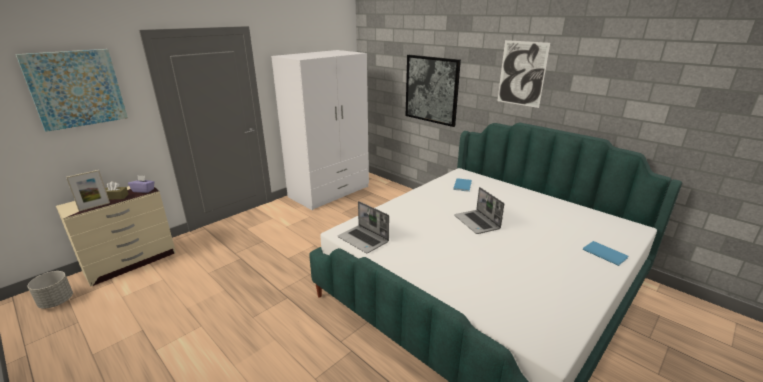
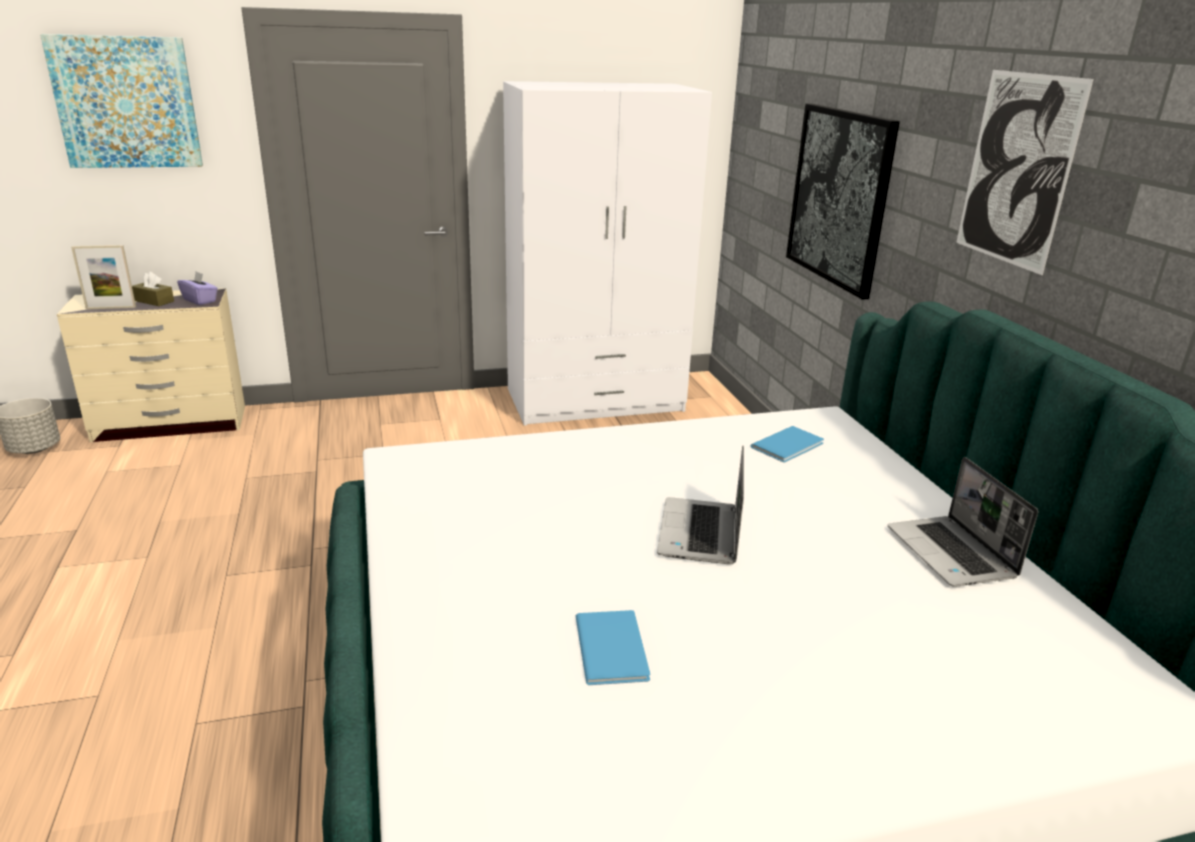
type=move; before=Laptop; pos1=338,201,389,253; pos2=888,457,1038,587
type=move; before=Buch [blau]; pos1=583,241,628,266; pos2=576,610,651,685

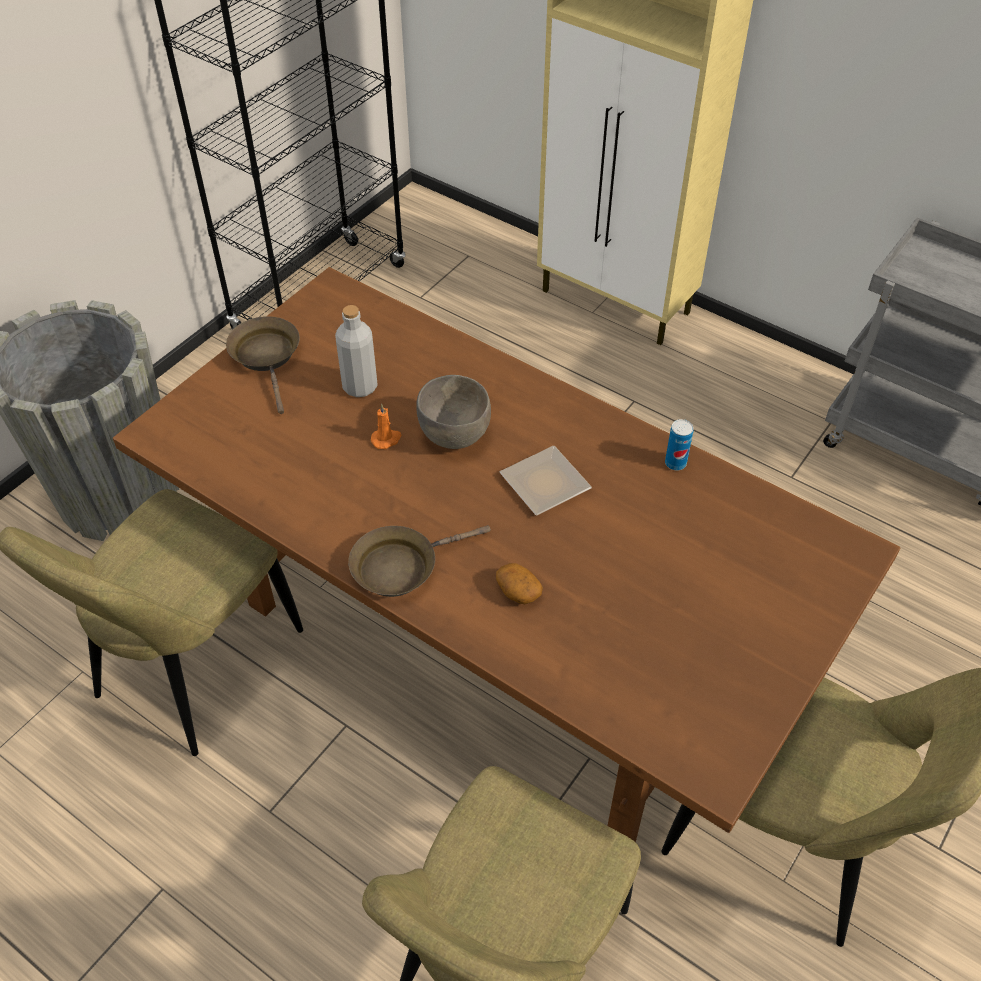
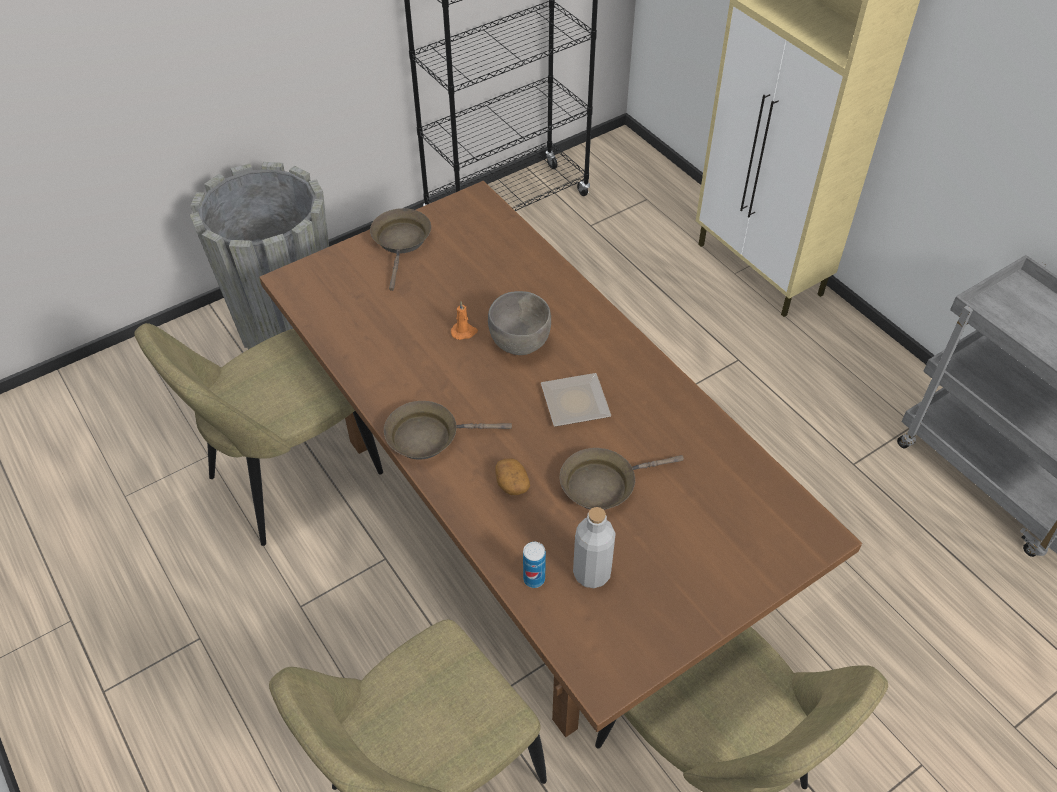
type=insert; after=Pfanne [braun]; pos2=559,448,684,510
type=move; before=Flasche [grau]; pos1=335,305,378,397; pos2=573,507,616,588
type=move; before=Dose; pos1=665,419,694,471; pos2=523,542,546,588

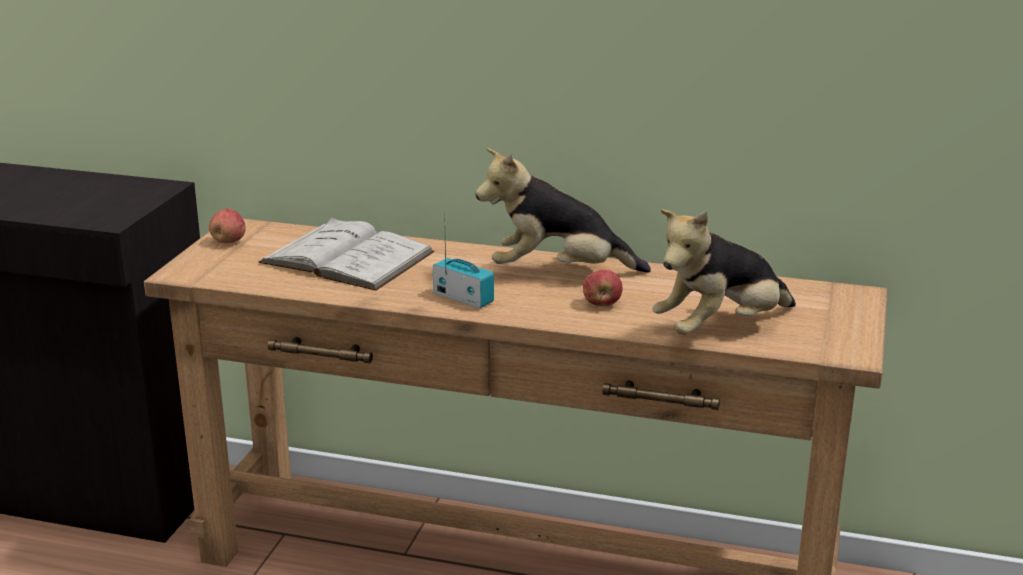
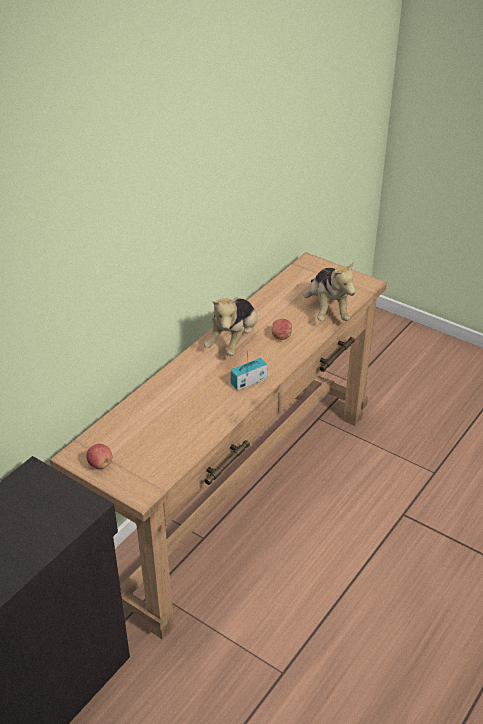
type=delete; before=Buch [weiß]; pos1=258,217,435,291

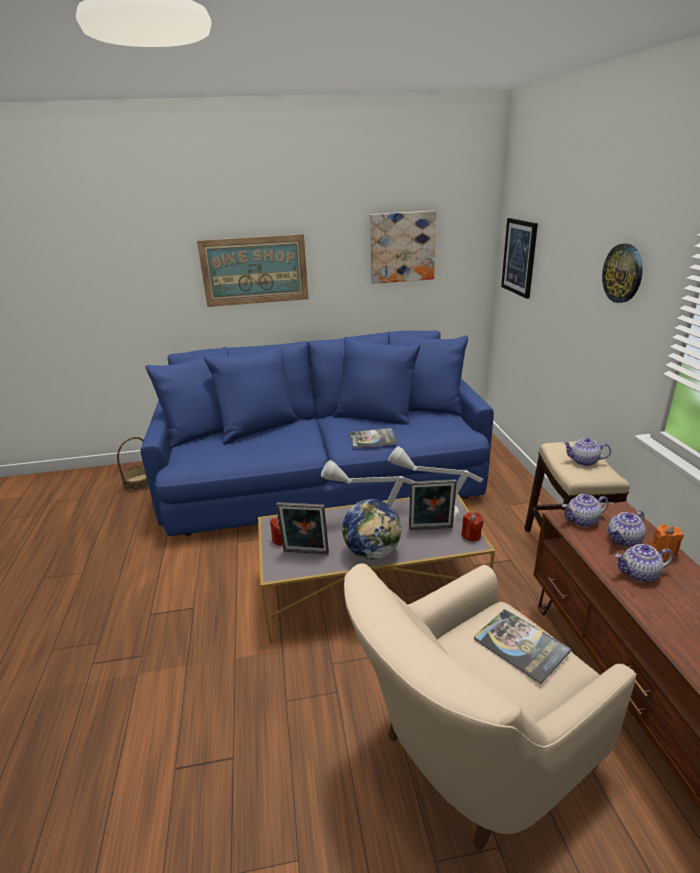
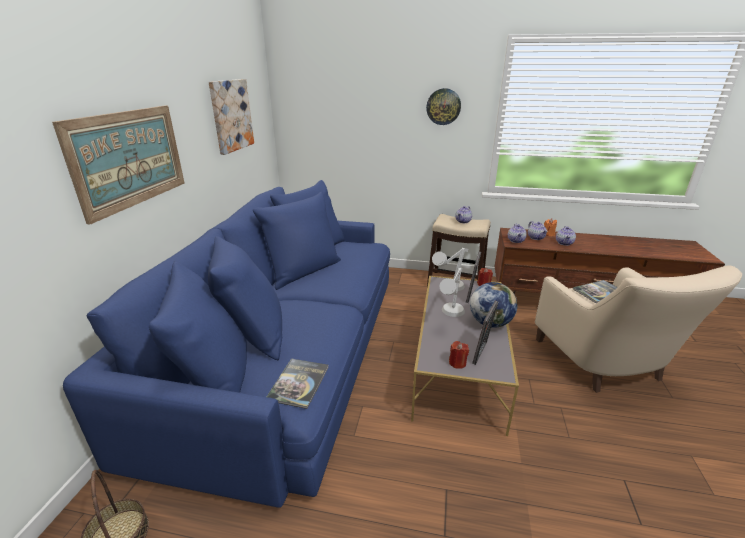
type=delete; before=Bild; pos1=501,218,538,299
type=move; before=Buch; pos1=349,428,398,448; pos2=267,358,329,409

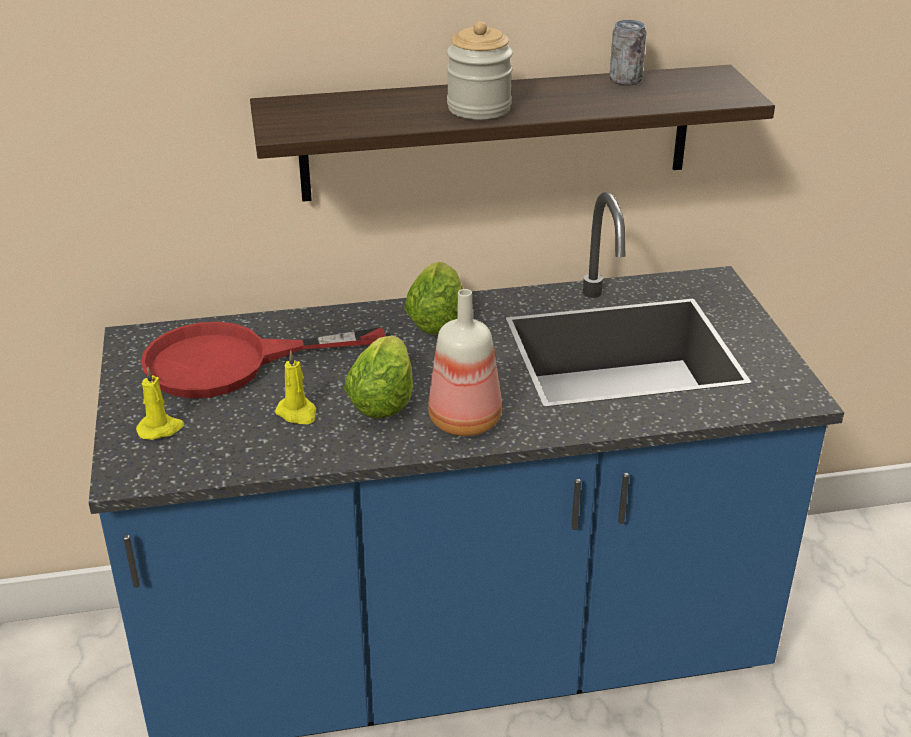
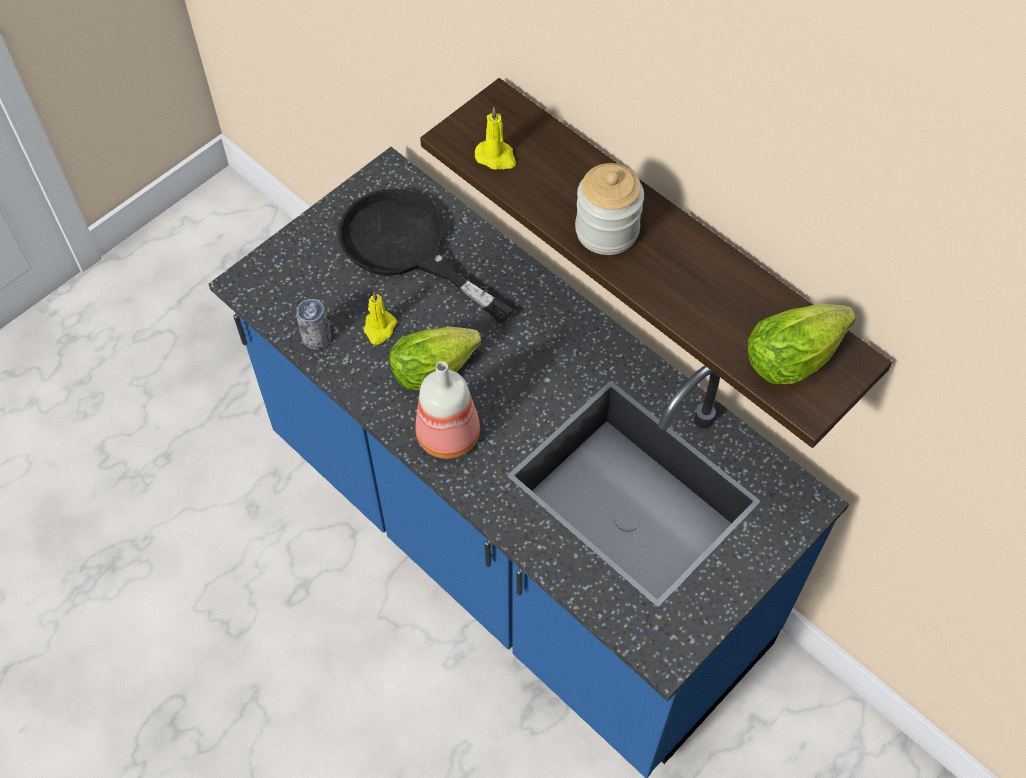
type=move; before=Kerze [gelb]; pos1=136,367,184,440; pos2=475,107,516,170
type=move; before=Salatkopf; pos1=404,262,463,334; pos2=748,304,856,384
type=move; before=Dose; pos1=609,20,646,86; pos2=296,299,332,350
type=recolor; before=Pfanne [rot]; after=Pfanne [schwarz]; pos1=141,322,385,398; pos2=338,189,514,324

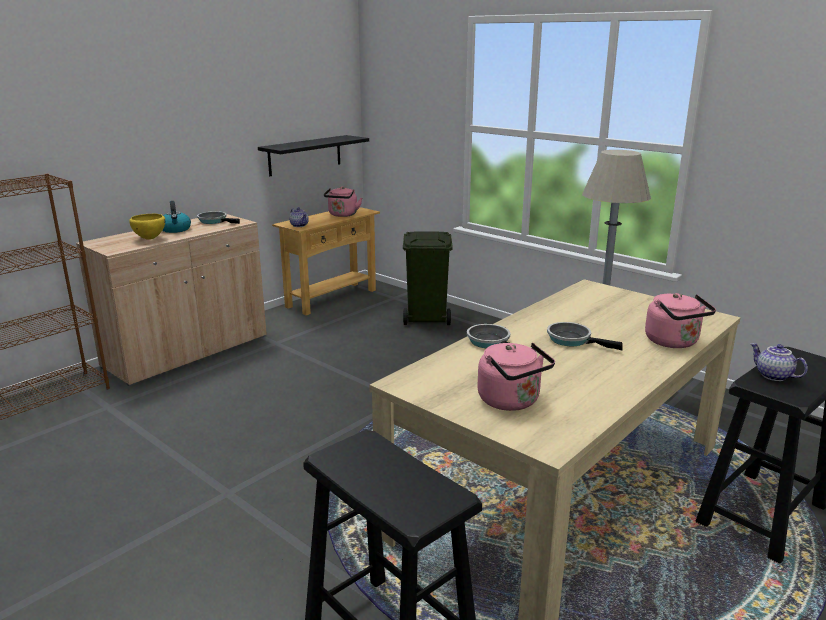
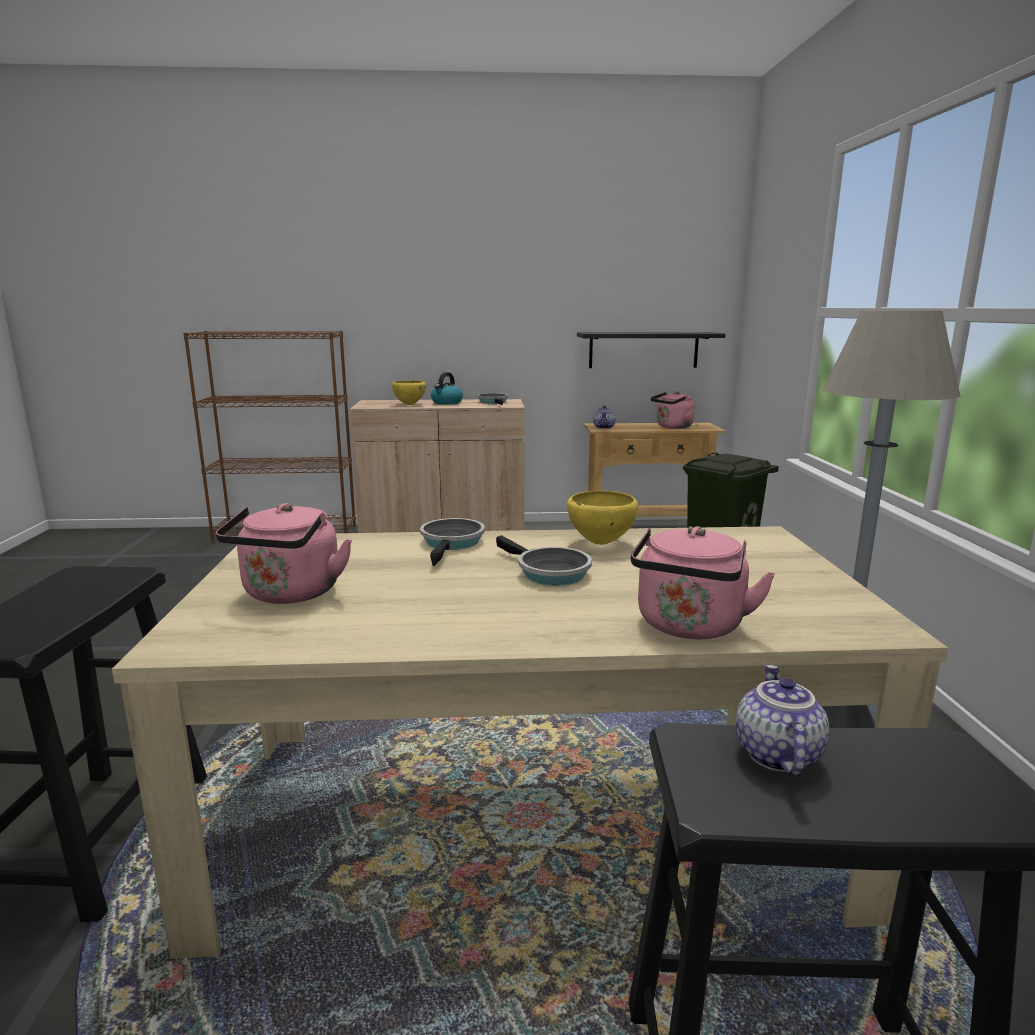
type=insert; after=Schüssel [gelb]; pos2=567,491,638,545
type=rotate; before=Pfanne; pos1=547,322,623,350; pos2=496,535,592,586; turn=150

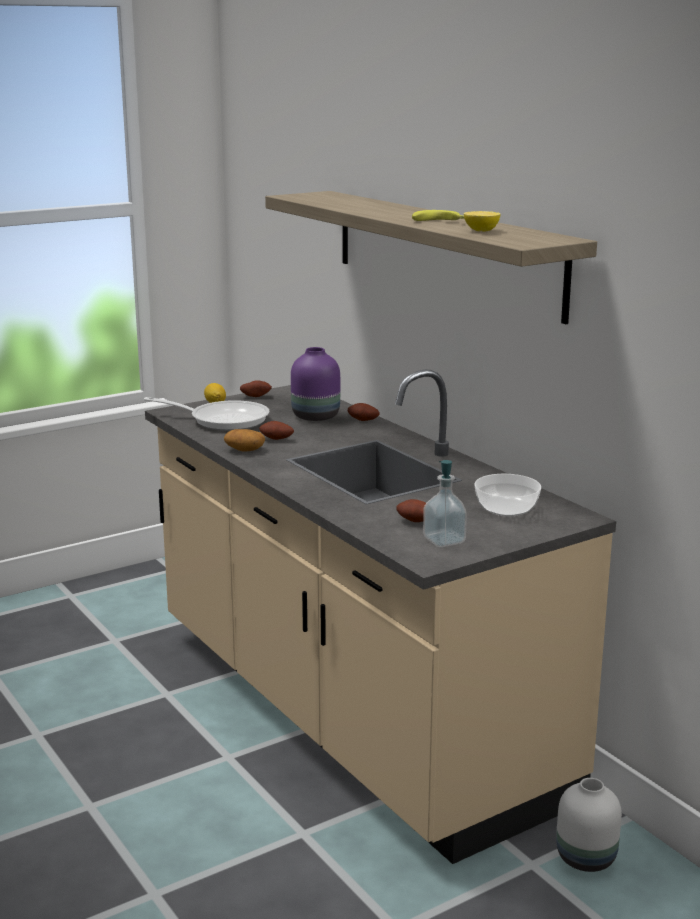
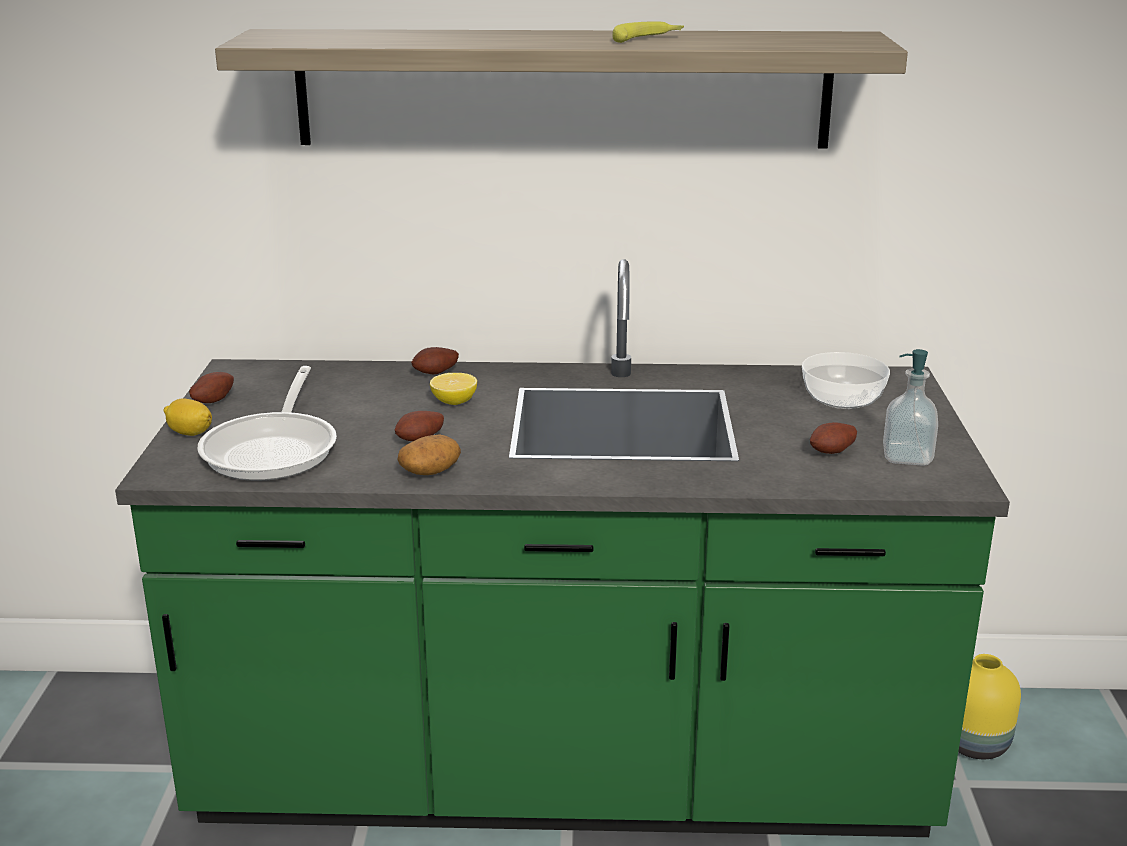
type=delete; before=Vase [lila]; pos1=291,347,340,421
type=move; before=Zitrone; pos1=464,211,500,232; pos2=430,373,477,405
type=recolor; before=Küchenzeile [beige]; after=Küchenzeile [grün]; pos1=145,369,616,864; pos2=115,259,1010,837
type=recolor; before=Vase [weiß]; after=Vase [gelb]; pos1=556,778,622,872; pos2=958,654,1021,759
type=rotate; before=Pfanne; pos1=144,397,269,431; pos2=197,366,337,481; turn=135

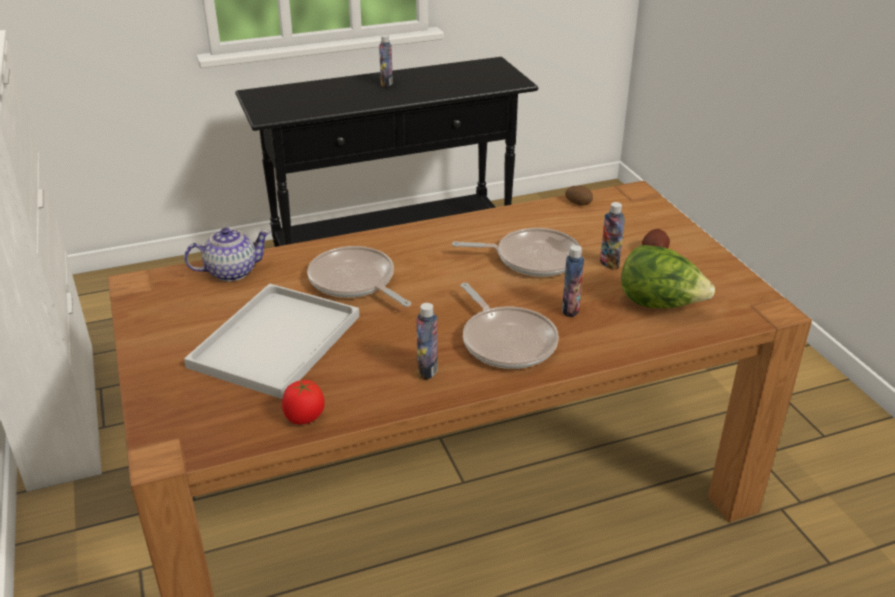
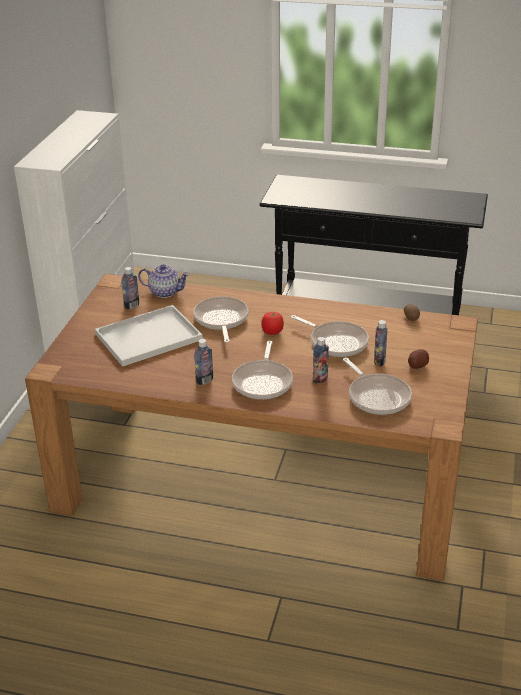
type=move; before=Tomate; pos1=282,380,325,424; pos2=261,311,284,335
type=move; before=Flasche; pos1=379,35,393,87; pos2=121,267,139,310
type=replace; before=Salatkopf; after=Pfanne; pos1=621,245,715,308; pos2=343,358,412,415

